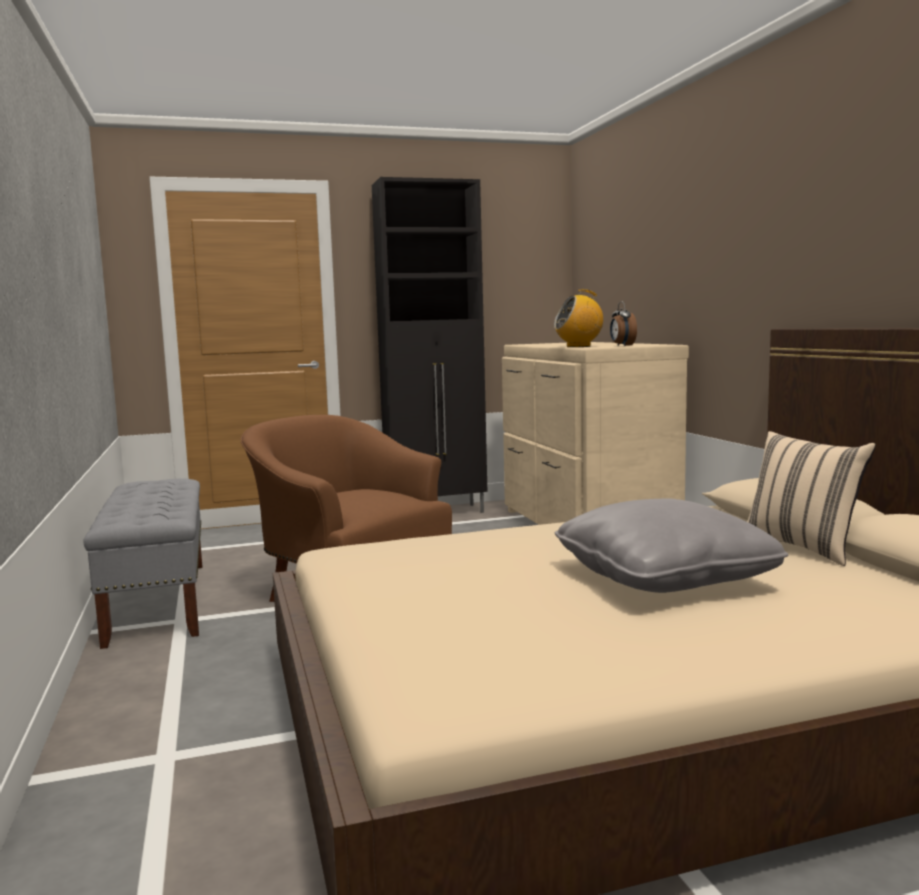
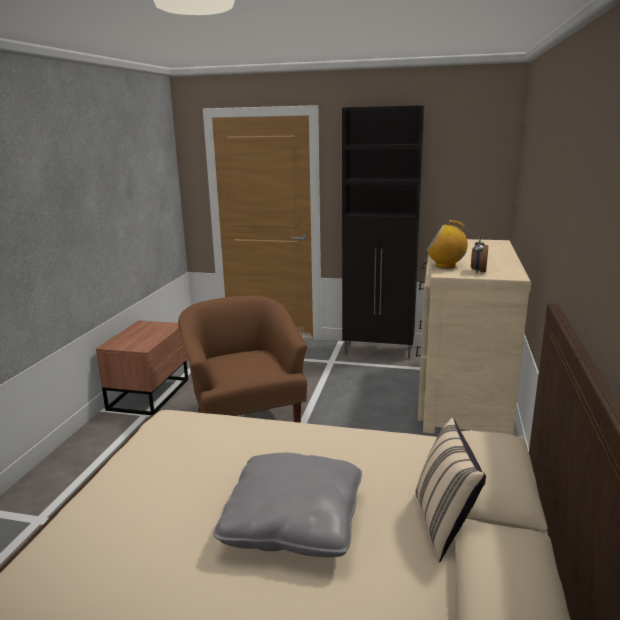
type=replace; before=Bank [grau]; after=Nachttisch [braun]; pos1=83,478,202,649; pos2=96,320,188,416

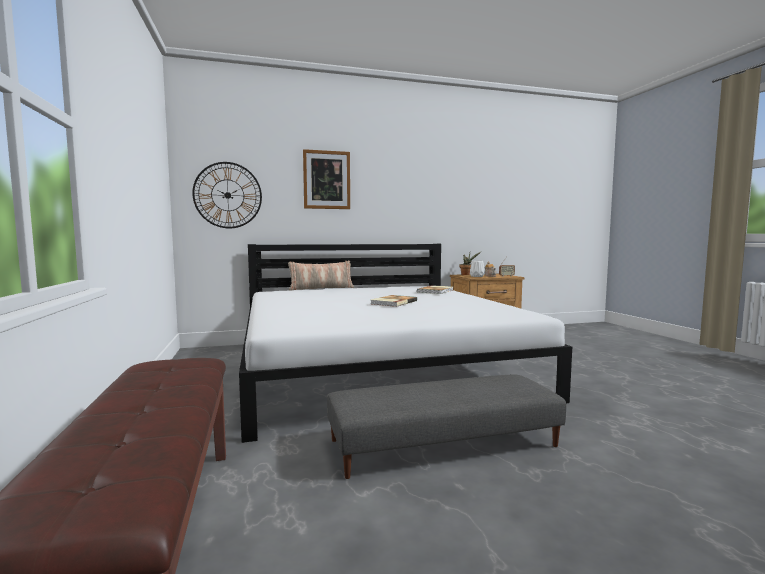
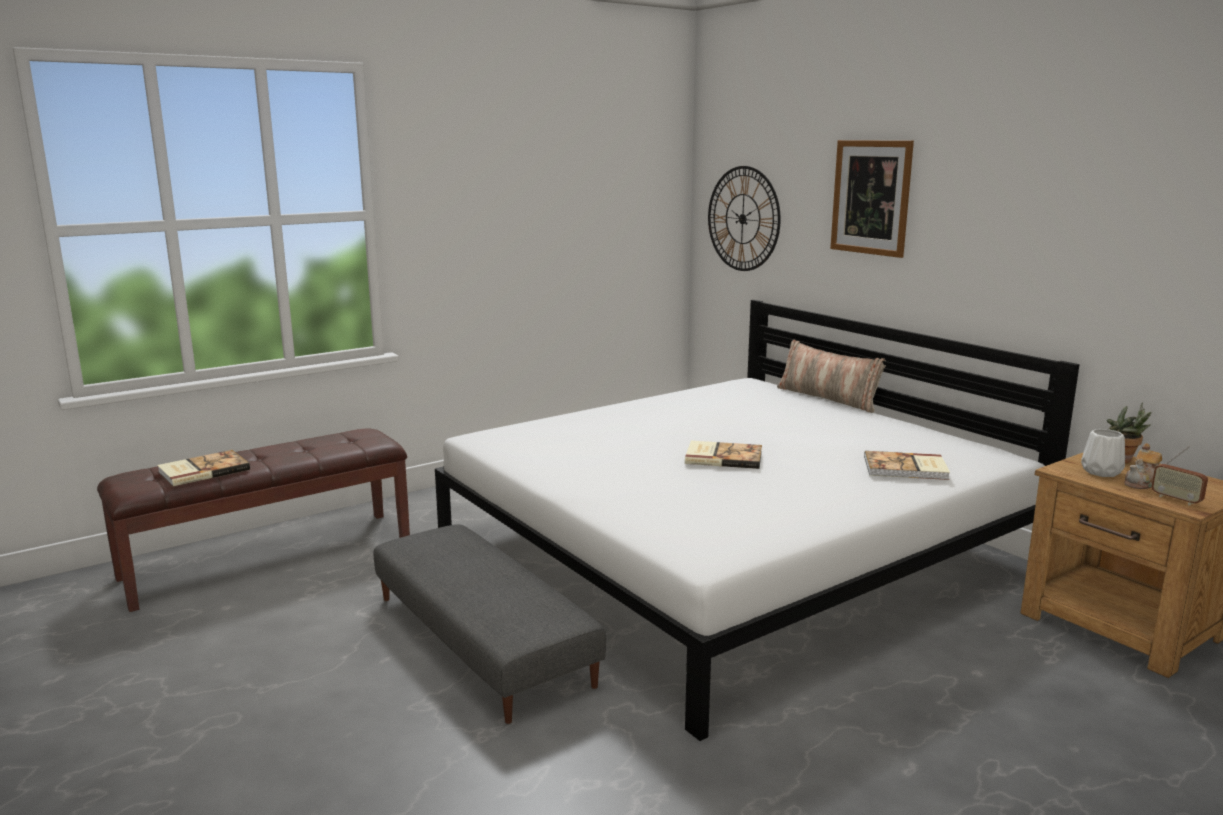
type=insert; after=Buch; pos2=157,450,250,486

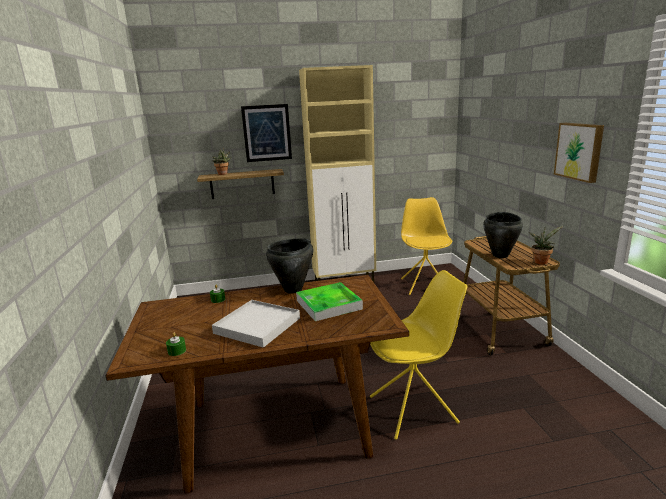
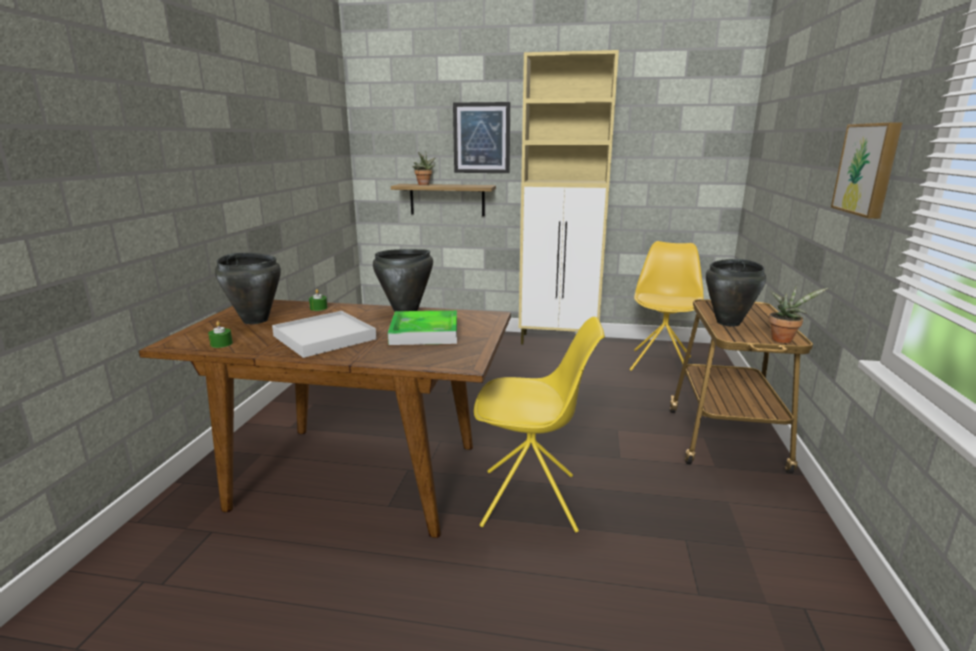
type=insert; after=Kochtopf [schwarz]; pos2=215,253,281,324

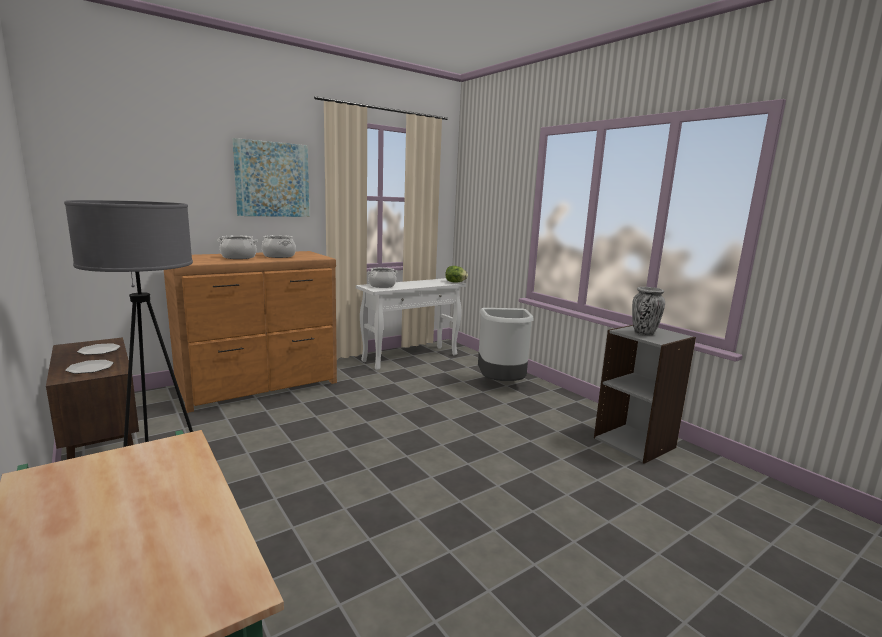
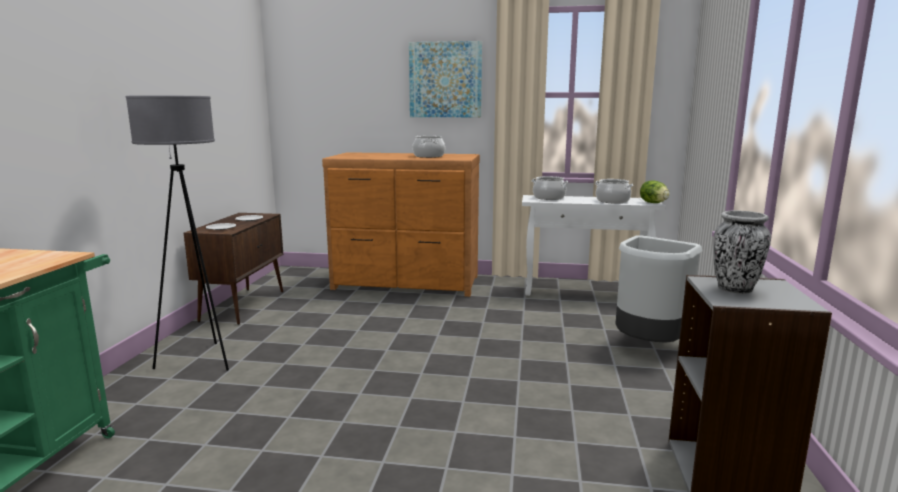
type=move; before=Kochtopf; pos1=217,236,258,259; pos2=595,179,633,204

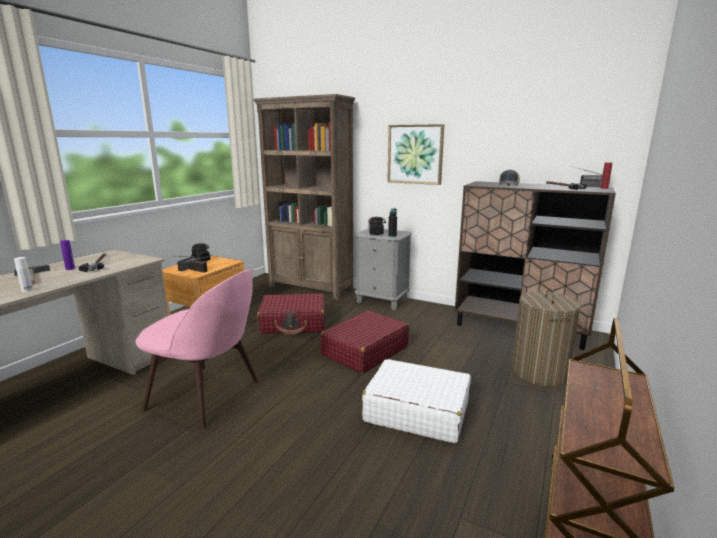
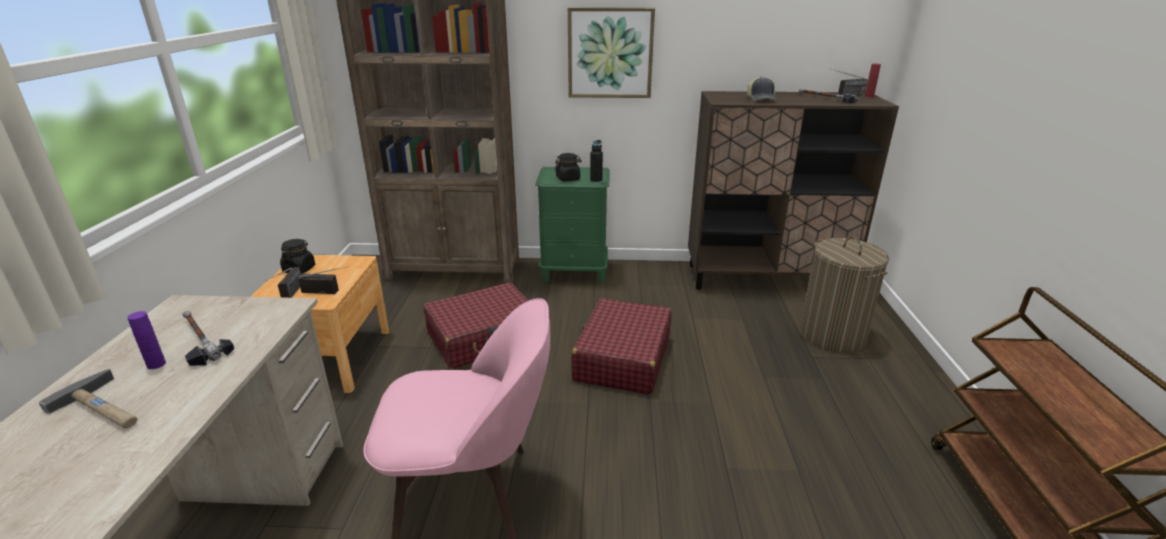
type=delete; before=Flasche [weiß]; pos1=14,257,33,292
type=delete; before=Koffer [weiß]; pos1=362,359,471,443
type=recolor; before=Nachttisch [grau]; after=Nachttisch [grün]; pos1=355,228,412,310; pos2=535,167,610,283

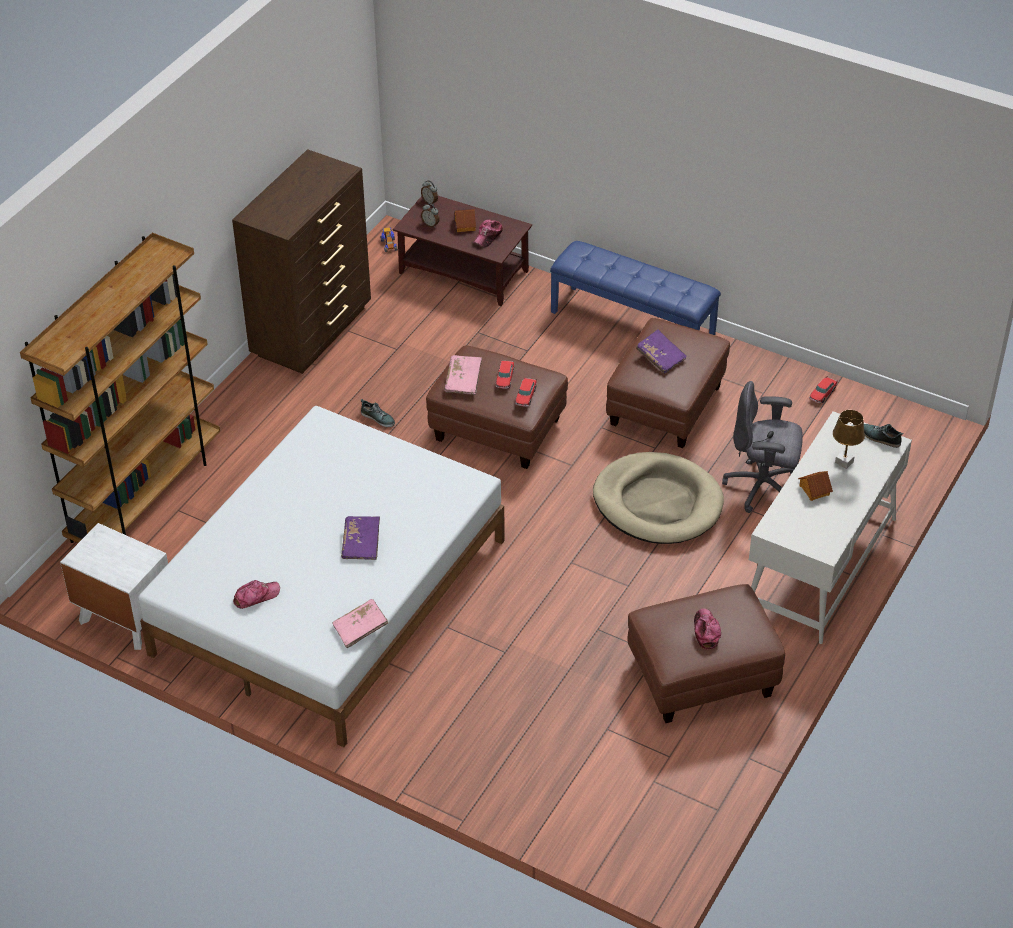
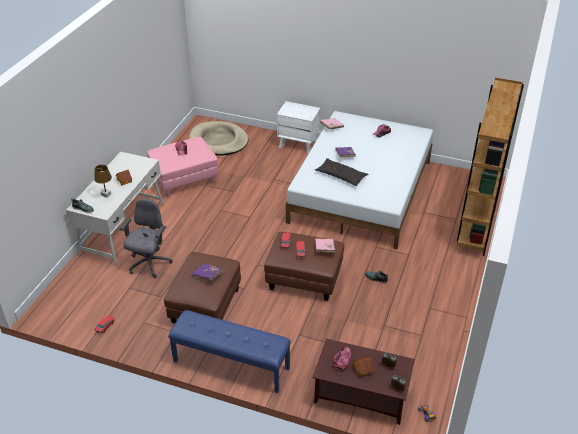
type=delete; before=Kommode [braun]; pos1=232,149,371,374
type=insert; after=Kissen; pos2=315,158,369,186
type=move; before=Nachttisch [weiß]; pos1=60,523,168,650; pos2=277,101,321,154
type=move; before=Hundebett [beige]; pos1=593,452,724,544; pos2=189,121,249,156
type=recolor; before=Polsterhocker [braun]; after=Polsterhocker [rosa]; pos1=628,584,785,723; pos2=147,137,218,197
type=rotate; before=Bürostuhl [grau]; pos1=722,381,803,513; pos2=120,198,172,278; turn=-75

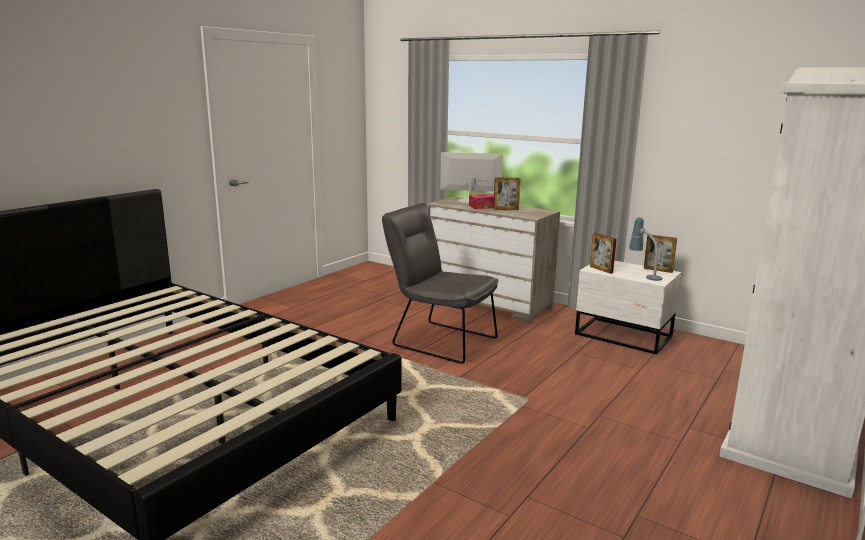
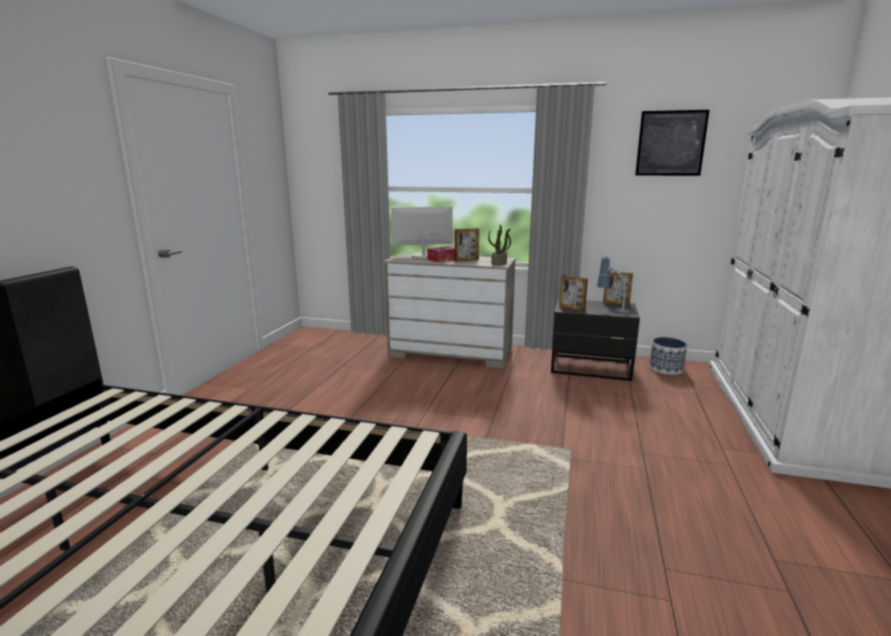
type=delete; before=Stuhl [grau]; pos1=382,203,498,364
type=insert; after=Topfpflanze; pos2=488,225,511,266
type=insert; after=Bild; pos2=635,110,710,176
type=insert; after=Pflanzkübel; pos2=649,337,687,375
type=recolor; before=Nachttisch [weiß]; after=Nachttisch [schwarz]; pos1=575,261,681,355; pos2=551,299,640,381

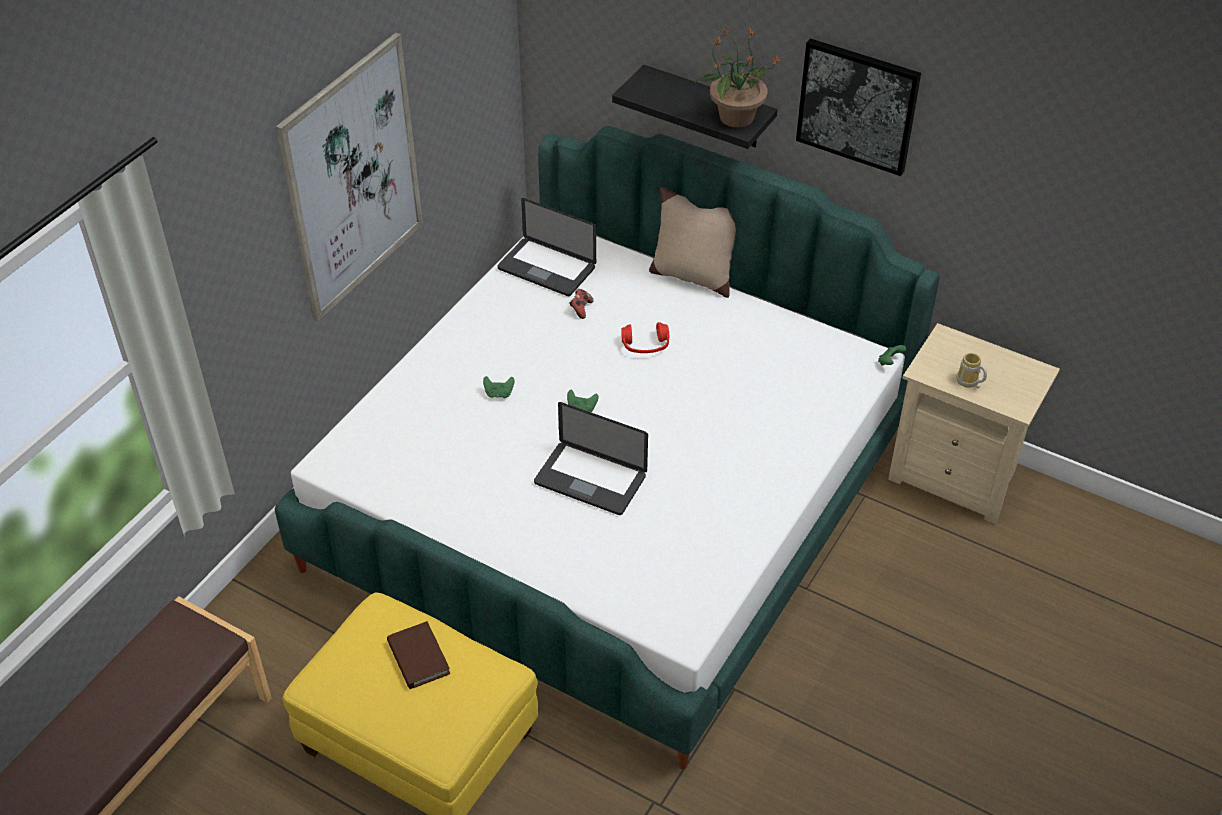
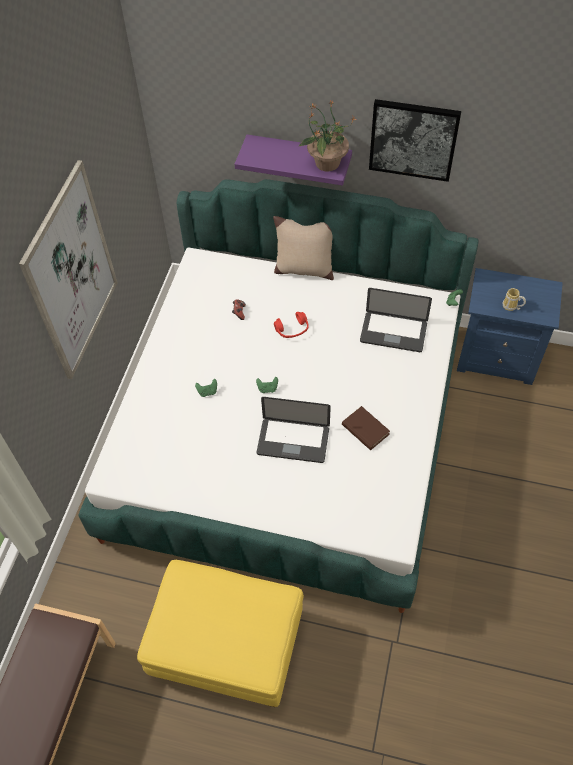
type=move; before=Buch [braun]; pos1=387,621,450,689; pos2=342,406,390,450
type=move; before=Laptop; pos1=497,198,596,296; pos2=360,288,432,352
type=recolor; before=Wandregal [schwarz]; after=Wandregal [lila]; pos1=612,65,777,149; pos2=235,135,352,186
type=recolor; before=Nachttisch [beige]; after=Nachttisch [blau]; pos1=888,323,1060,524; pos2=457,268,563,385

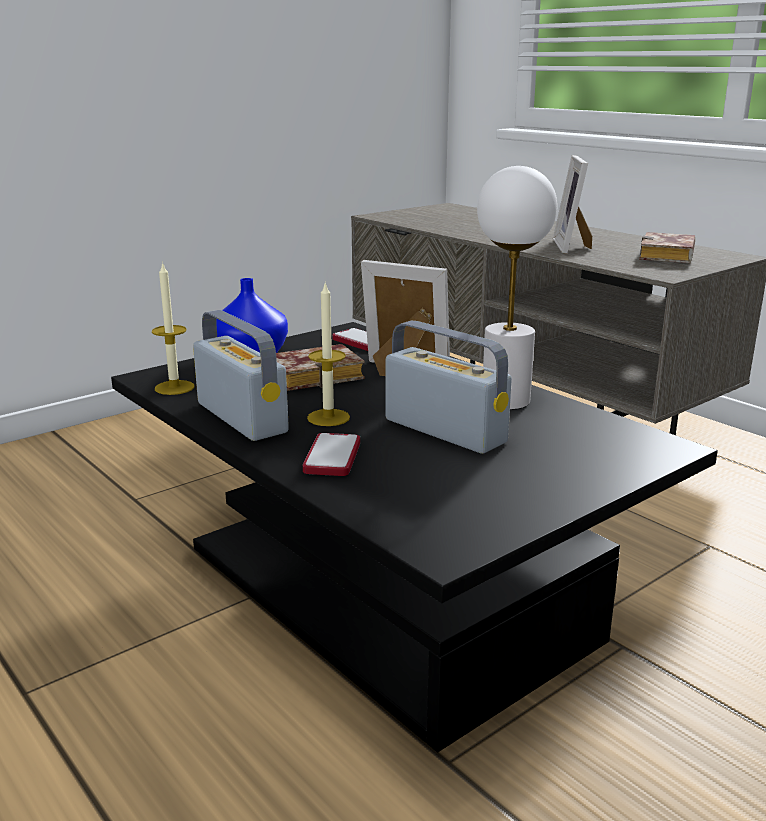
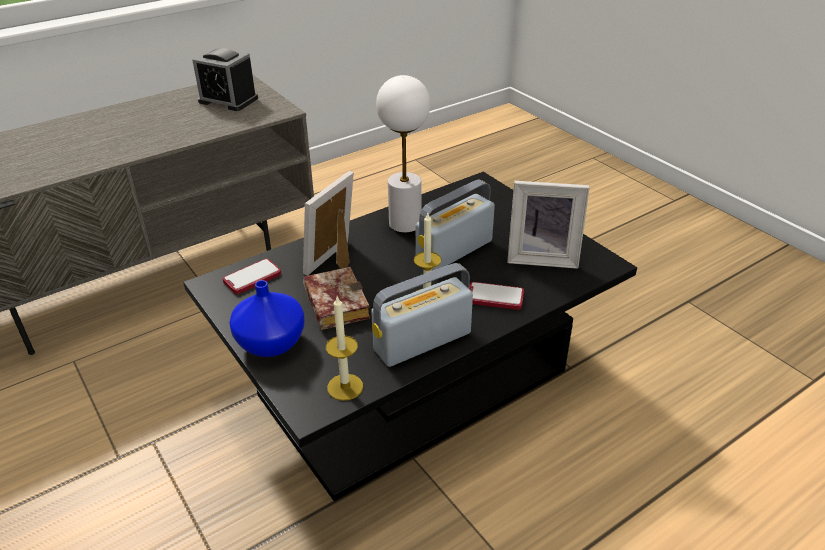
type=move; before=Bilderrahmen; pos1=553,155,592,254; pos2=507,181,590,269
type=replace; before=Buch; after=Wecker; pos1=639,232,695,263; pos2=192,48,258,111

